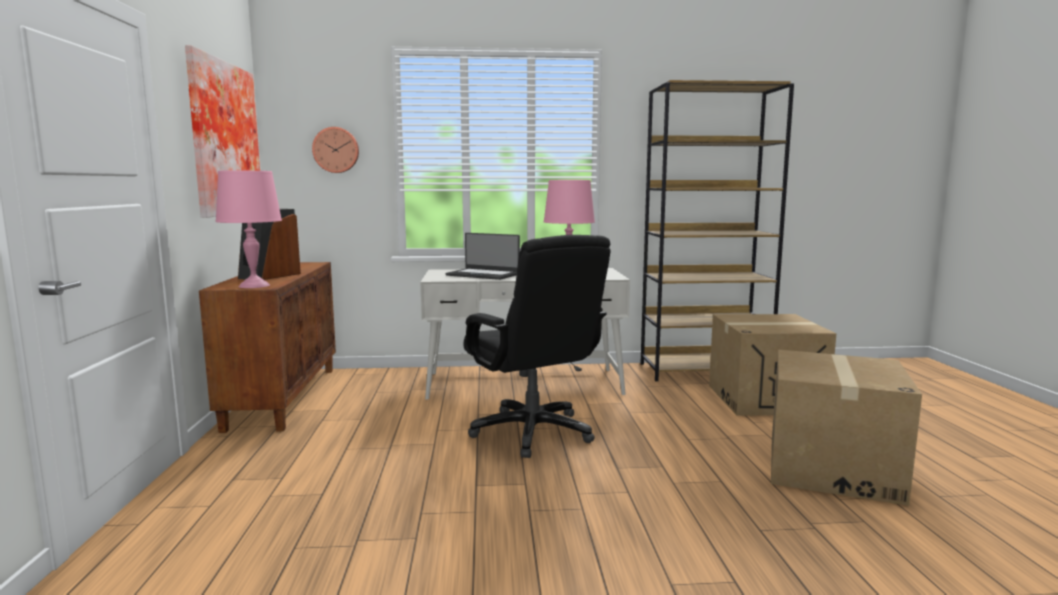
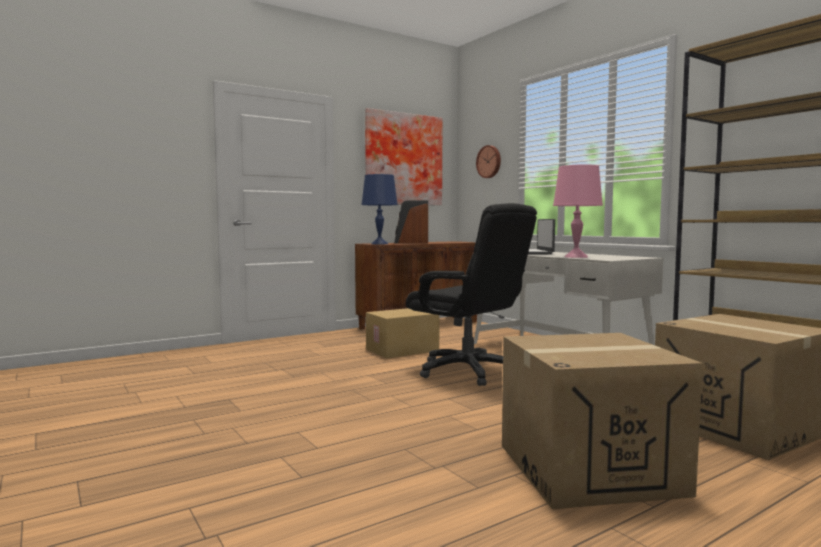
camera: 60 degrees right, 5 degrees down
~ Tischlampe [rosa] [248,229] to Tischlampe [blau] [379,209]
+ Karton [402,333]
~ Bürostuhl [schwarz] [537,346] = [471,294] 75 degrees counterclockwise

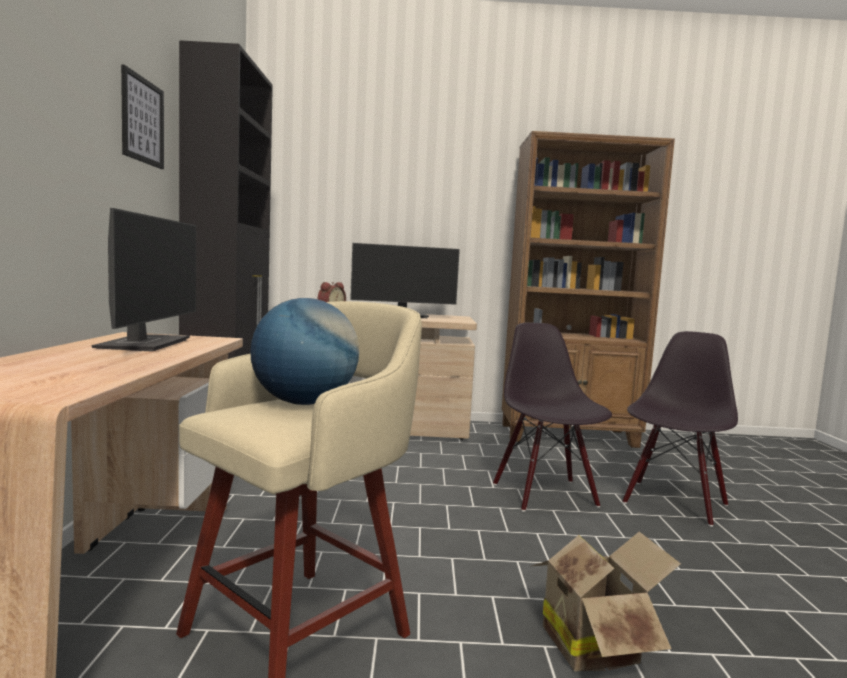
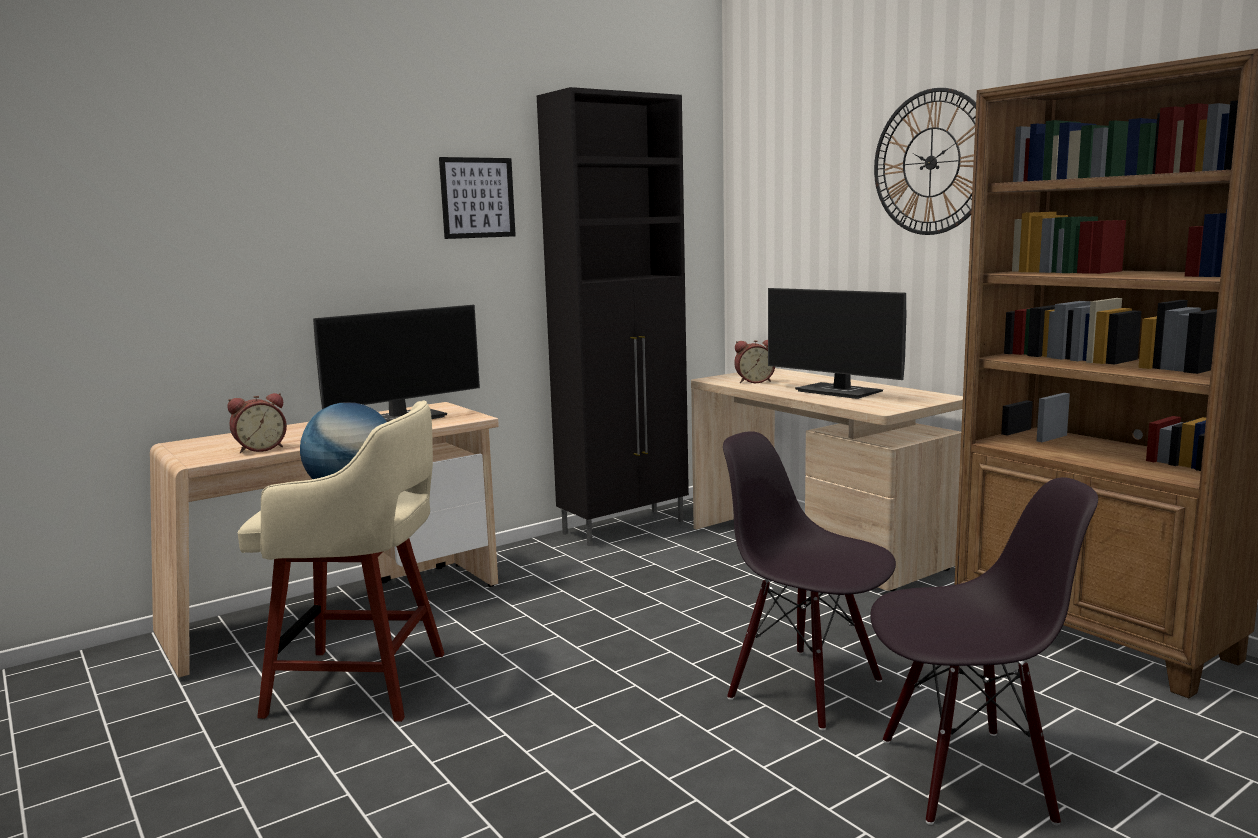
camera: 55 degrees right, 5 degrees up
+ Wecker [257,423]
~ Stuhl [schwarz] [552,417] = [809,580] 90 degrees counterclockwise
+ Wanduhr [925,161]
- Karton [606,602]

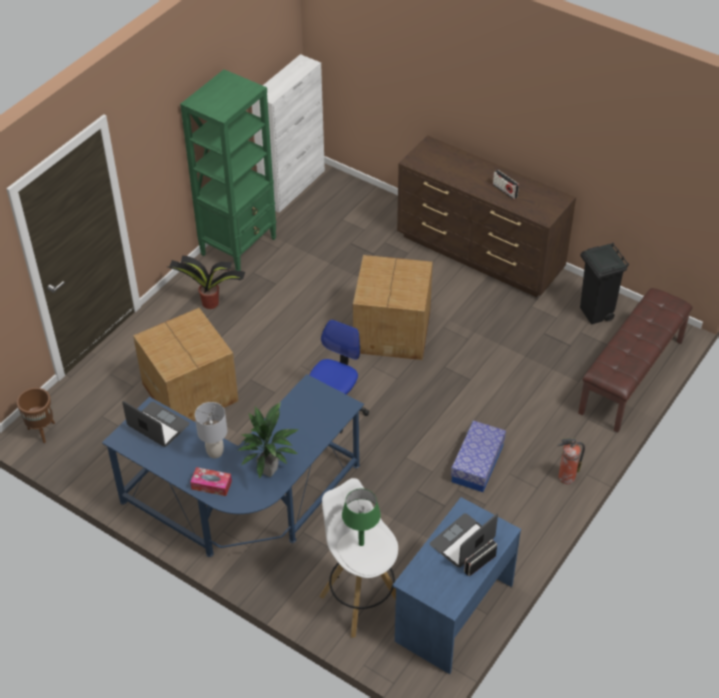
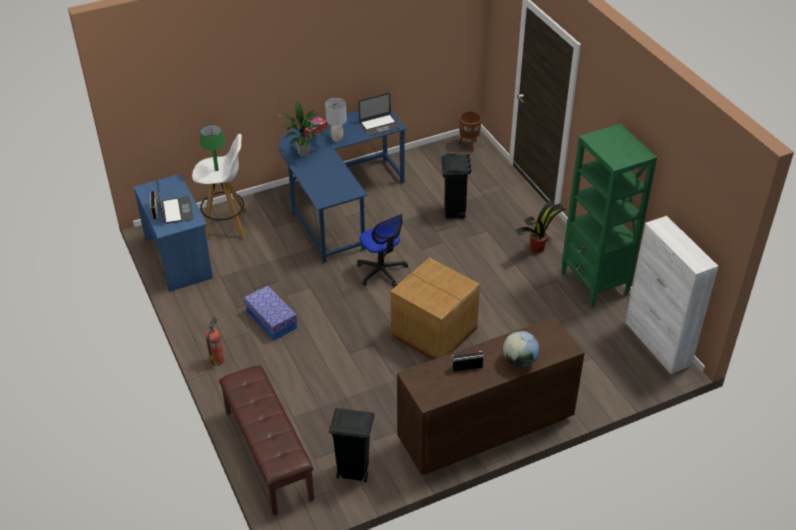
camera: 120 degrees right, 5 degrees down
~ Karton [185,364] to Mülleimer [schwarz] [456,186]
+ Globus [521,349]

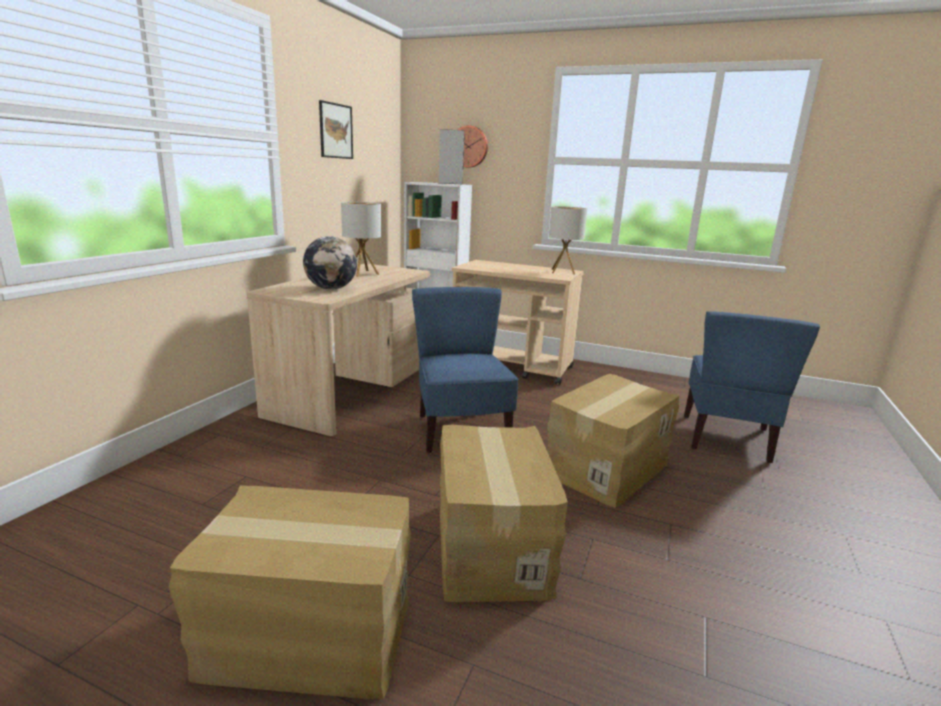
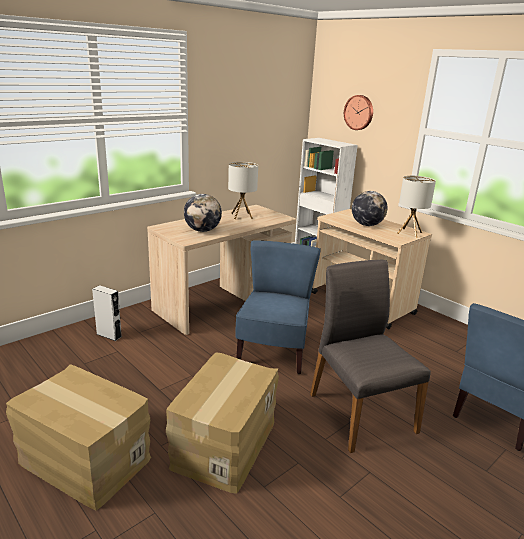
camera: 25 degrees right, 5 degrees up
~ Lautsprecher [grau] [452,156] to [107,313]
~ Karton [613,441] to Stuhl [grau] [370,356]
+ Globus [369,208]
- Bild [336,129]

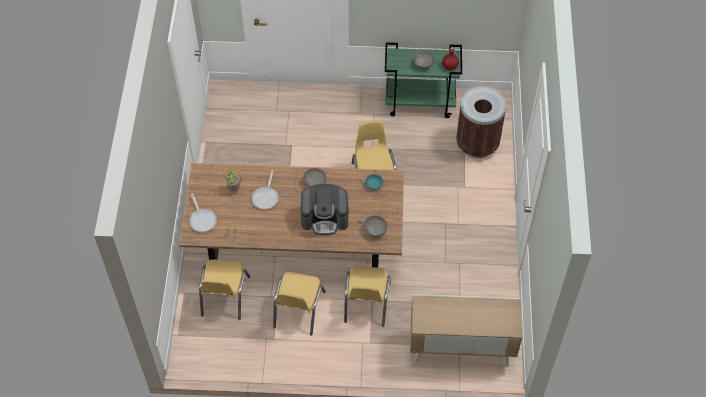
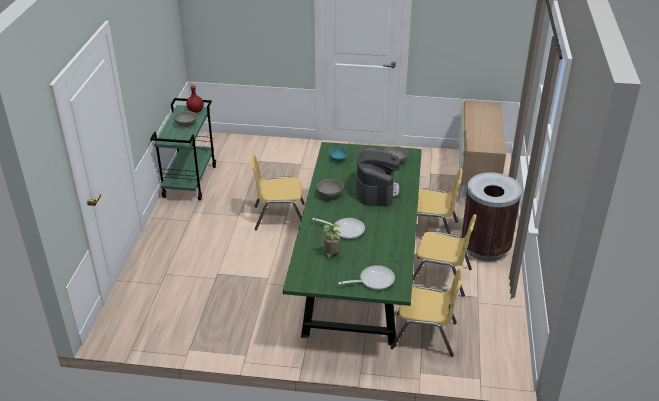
camera: 85 degrees left, 20 degrees down
~ Esstisch [braun] [291,215] to Esstisch [grün] [352,244]
~ Mülleimer [braun] [481,122] to [491,216]

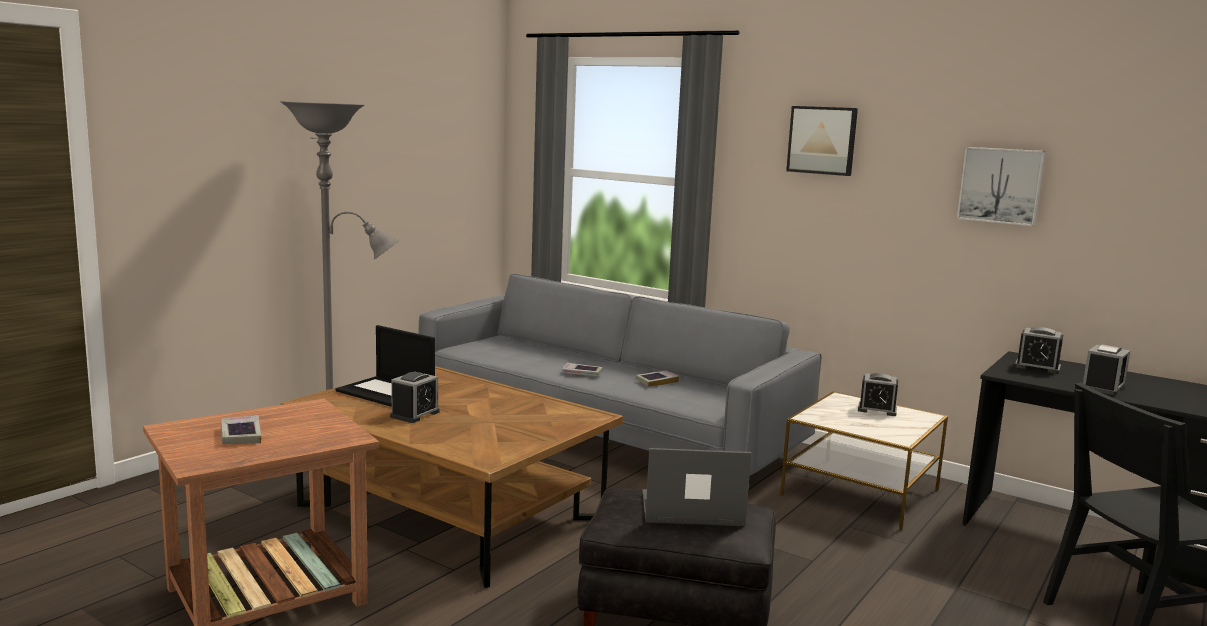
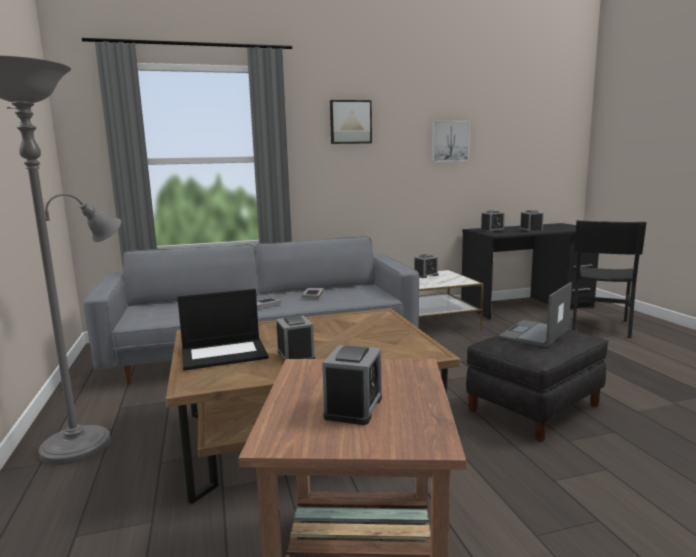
camera: 50 degrees left, 0 degrees up
~ Buch [241,429] to Wecker [352,385]

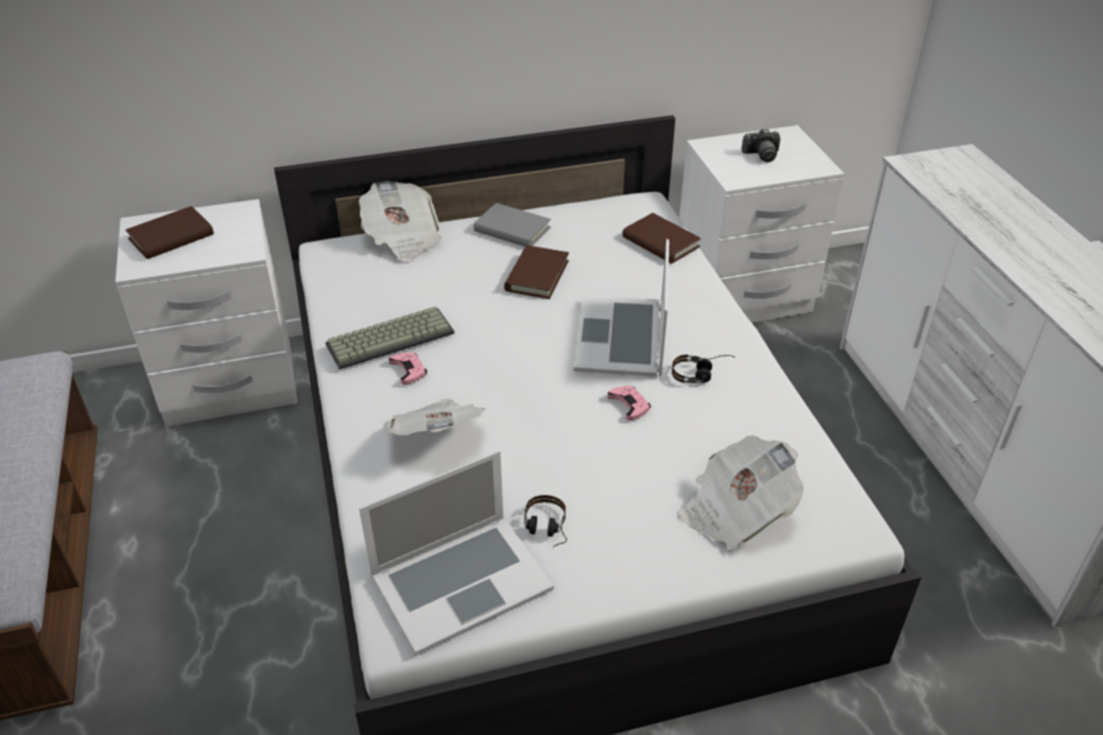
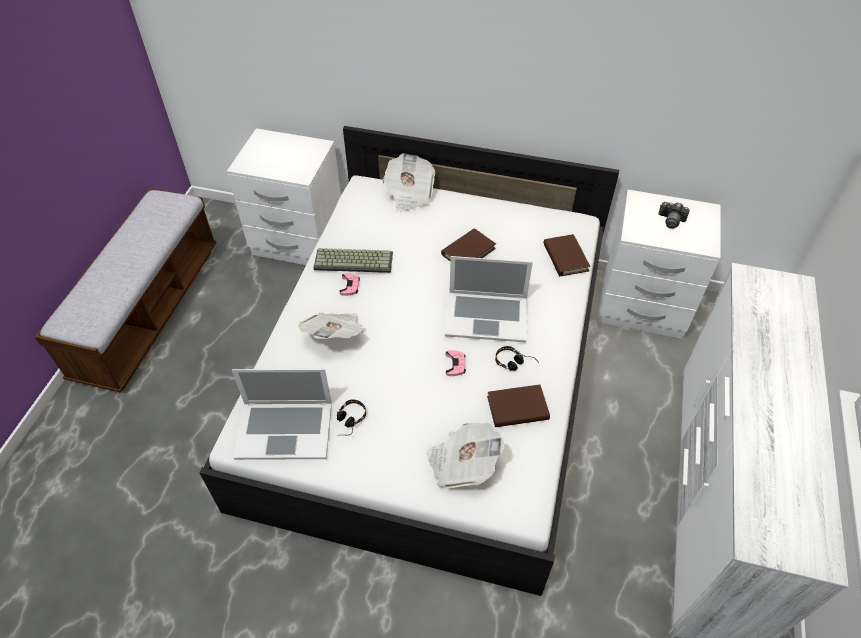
camera: 30 degrees right, 10 degrees up
~ Laptop [621,308] = [489,299] 120 degrees counterclockwise
~ Buch [braun] [170,232] to [518,405]
- Buch [grau] [512,225]

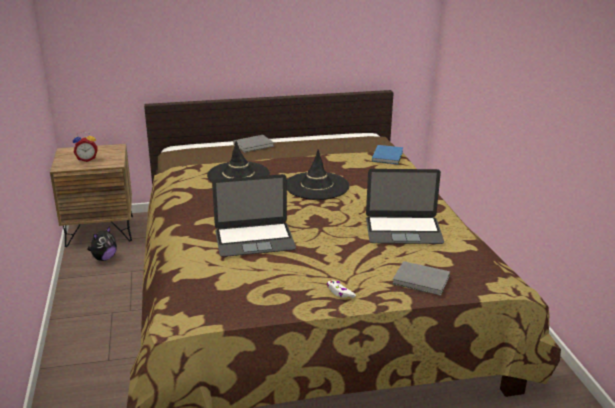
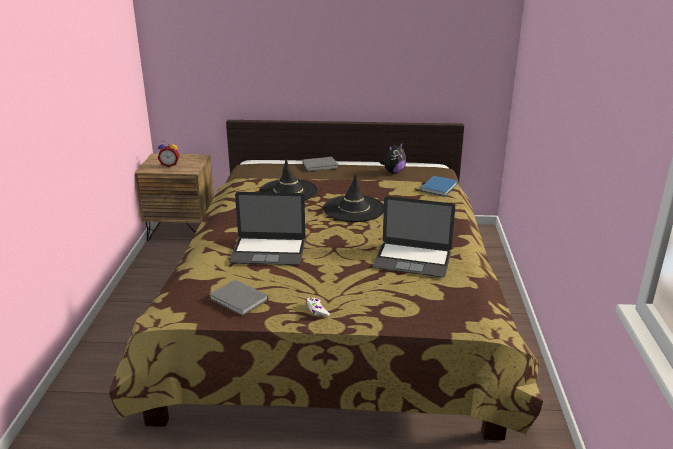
camera: 15 degrees right, 0 degrees up
~ Buch [grau] [421,278] to [238,298]
~ Plüschtier [102,243] to [392,158]

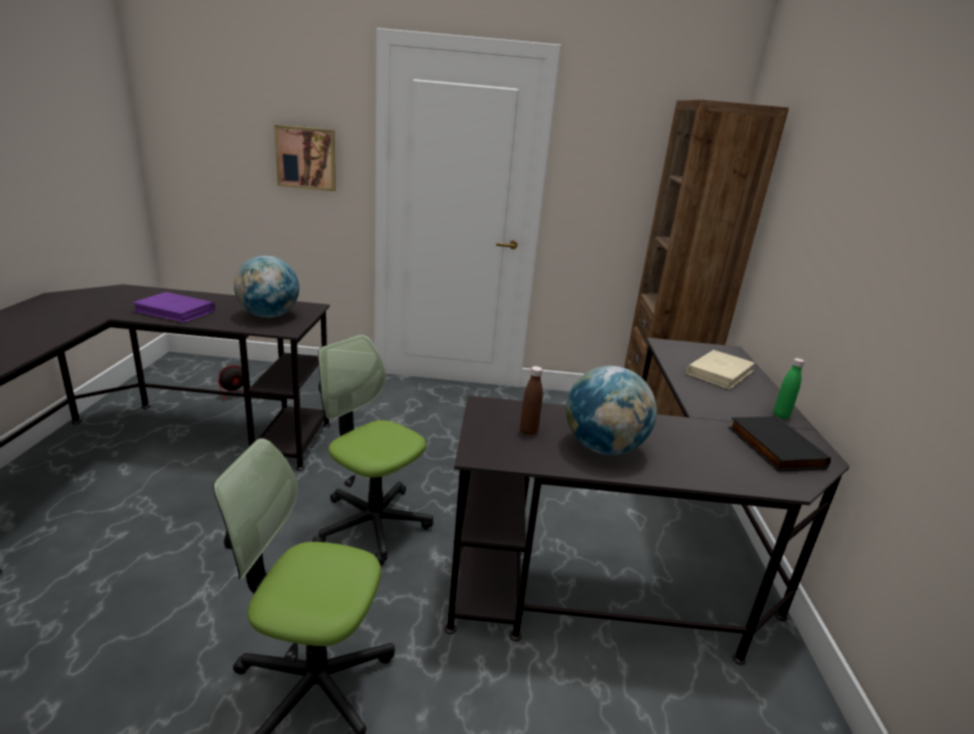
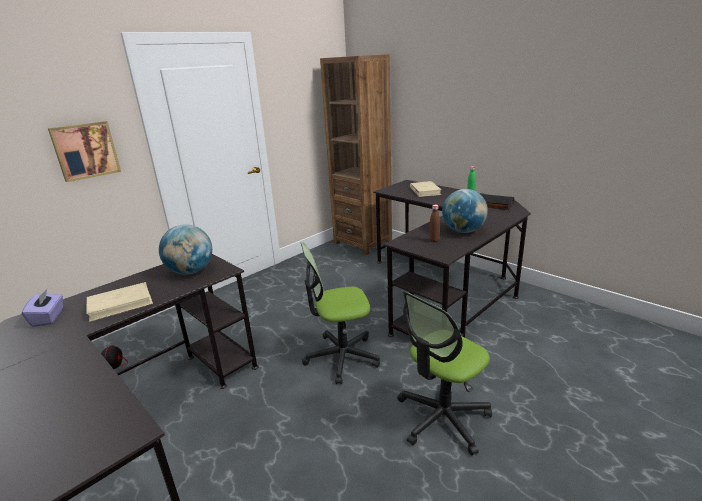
camera: 45 degrees left, 0 degrees up
+ Taschentuchbox [lila] [42,308]
~ Buch [lila] [173,307] to Buch [beige] [119,302]

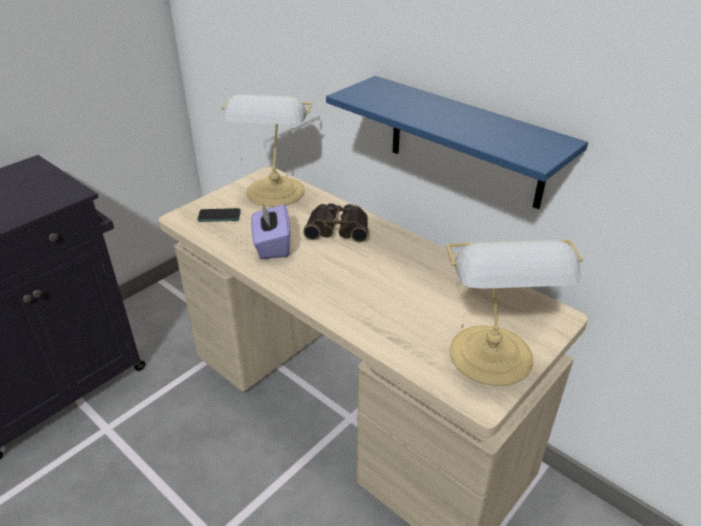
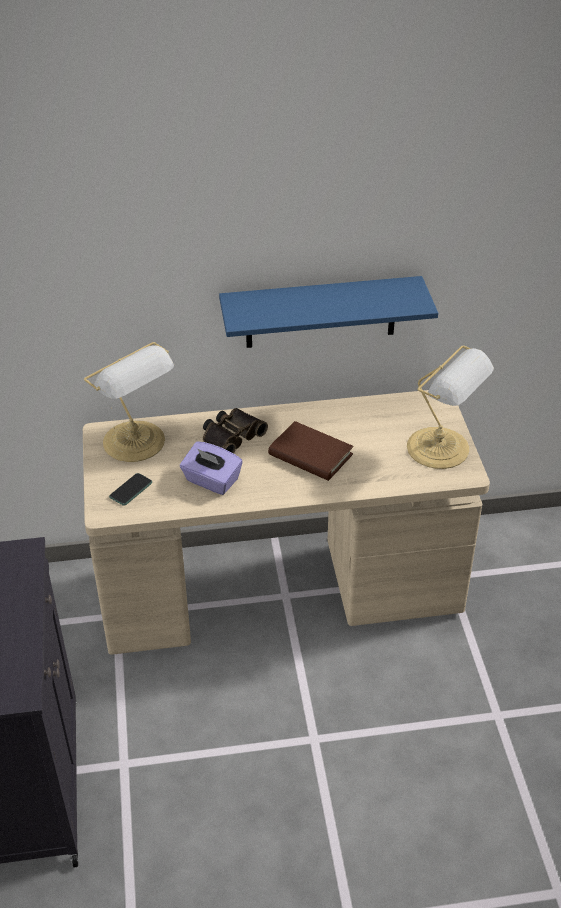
camera: 50 degrees left, 5 degrees up
+ Buch [braun] [311,451]

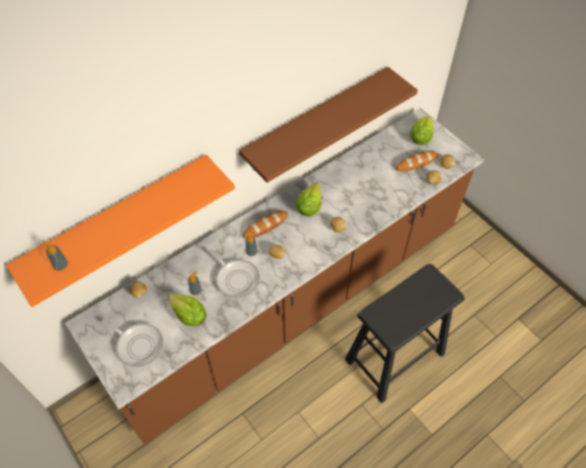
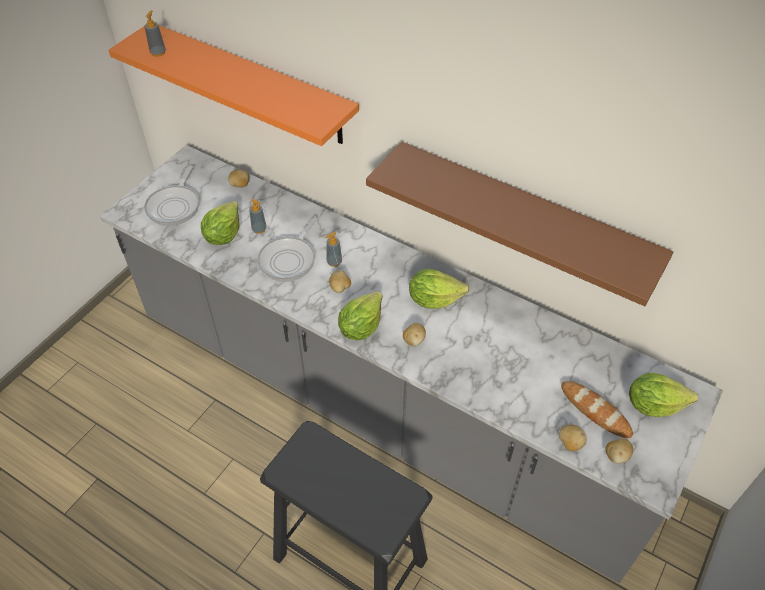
camera: 70 degrees right, 5 degrees down
~ Küchenzeile [braun] [274,276] to Küchenzeile [grau] [411,364]
+ Salatkopf [360,315]
- Brot [265,224]

